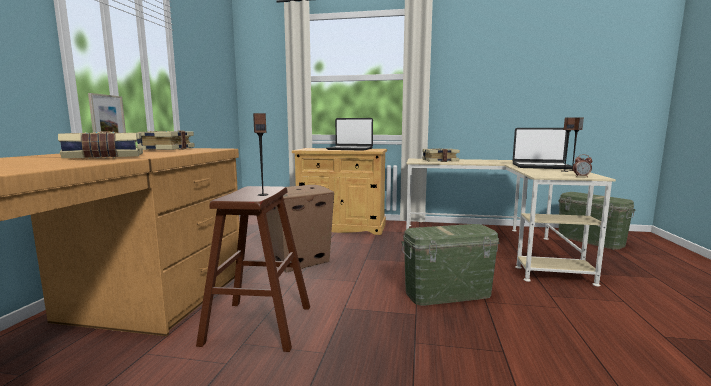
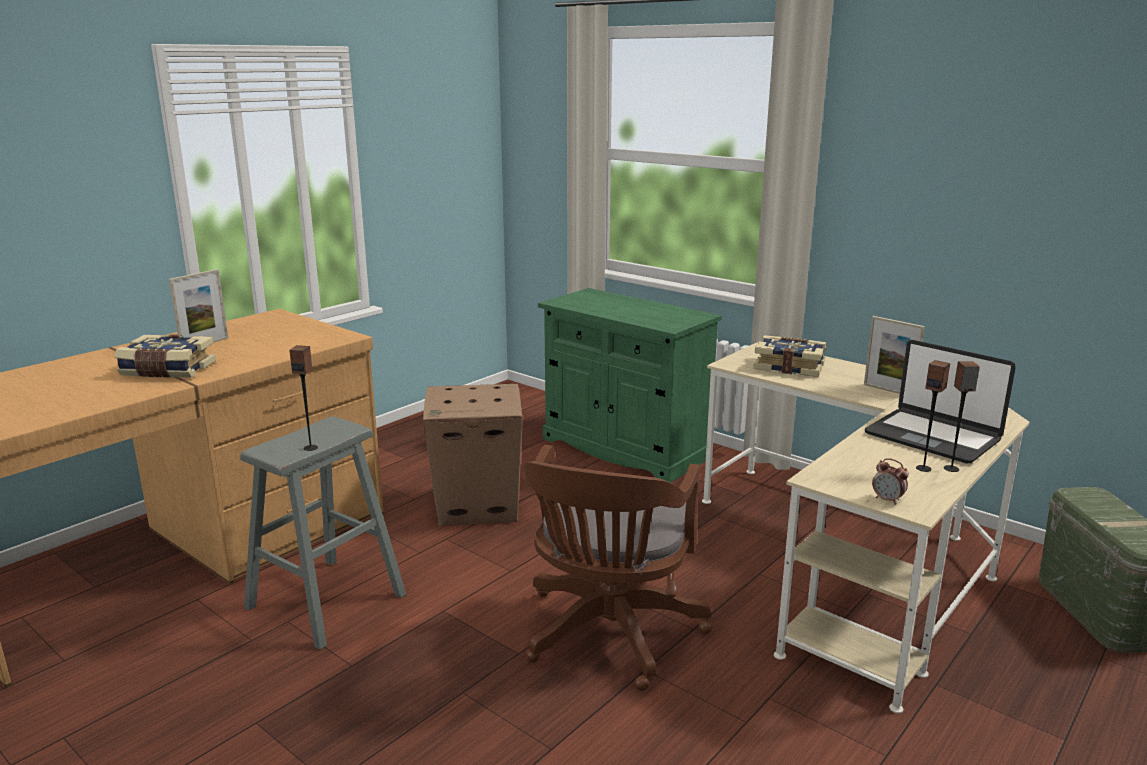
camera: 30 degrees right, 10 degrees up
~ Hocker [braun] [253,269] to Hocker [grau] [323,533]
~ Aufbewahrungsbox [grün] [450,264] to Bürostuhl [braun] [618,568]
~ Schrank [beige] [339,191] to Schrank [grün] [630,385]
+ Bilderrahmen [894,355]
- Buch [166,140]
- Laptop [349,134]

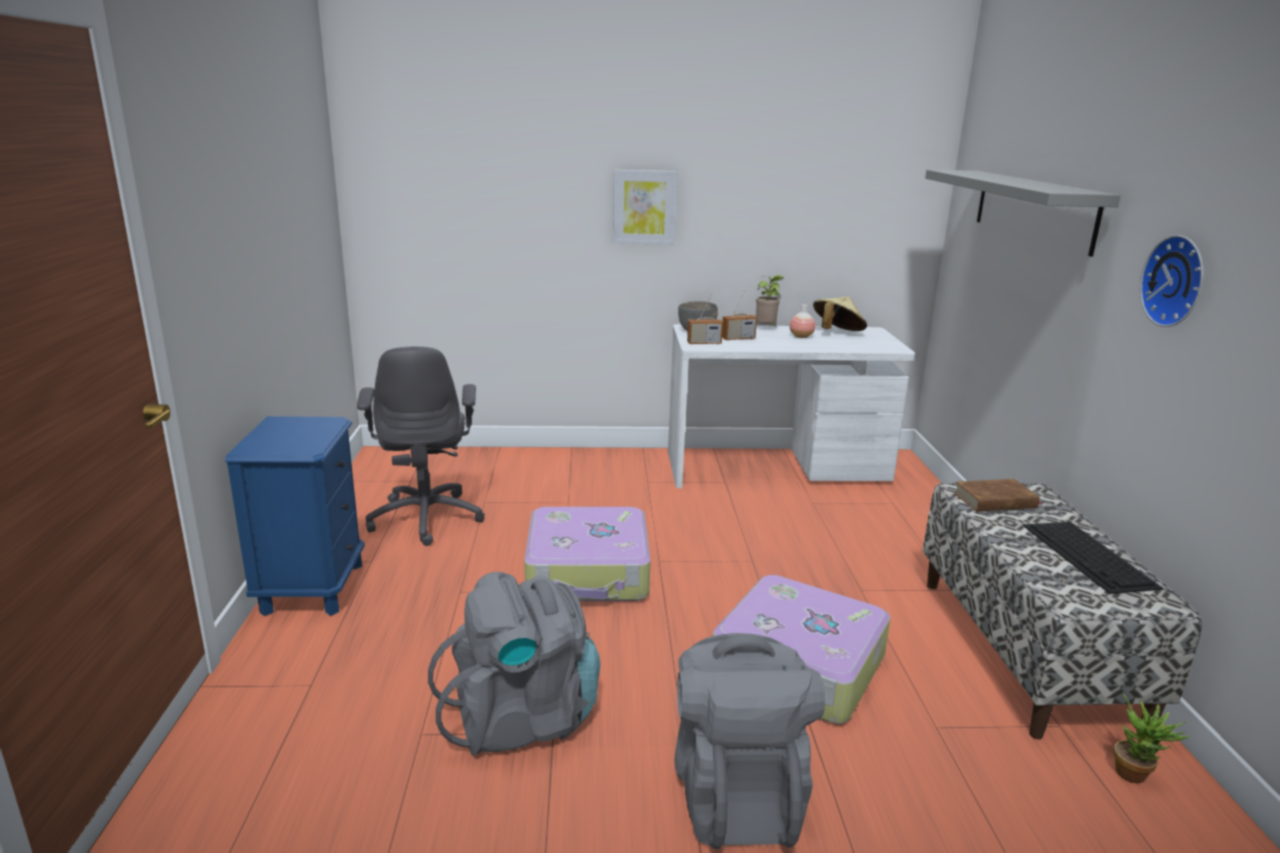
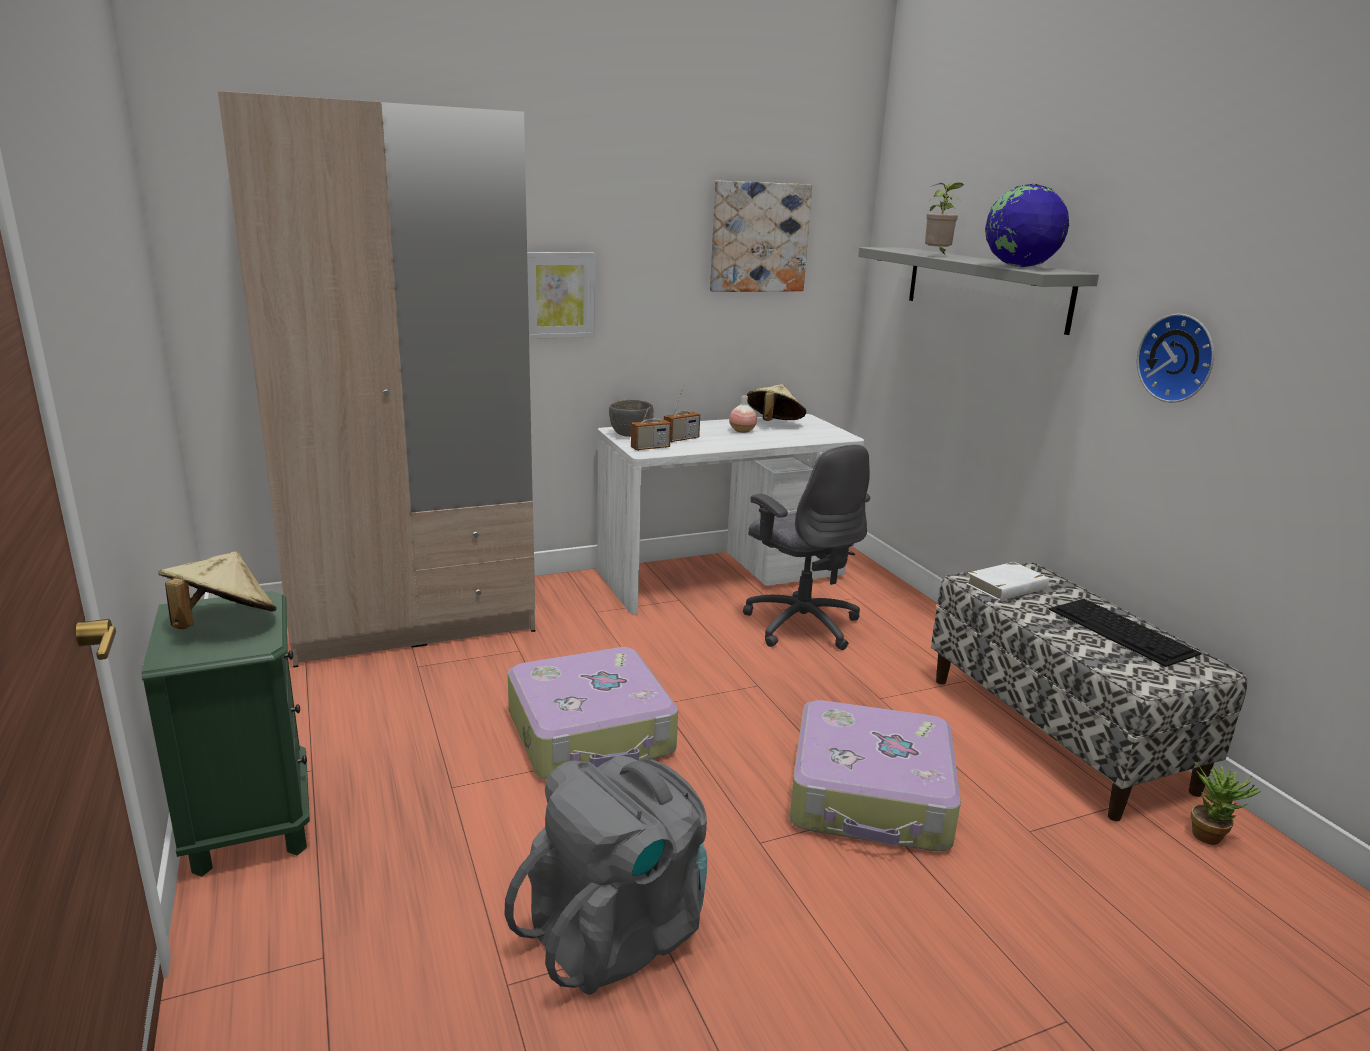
camera: 20 degrees left, 0 degrees up
~ Nachttisch [blau] [295,516] to Nachttisch [grün] [225,734]
+ Hut [beige] [217,590]
+ Kleiderschrank [beige] [377,379]
+ Bild [761,236]
~ Bürostuhl [grau] [421,446] to [806,547]
~ Topfpflanze [769,300] to [944,219]
~ Buch [braun] [997,495] to Buch [weiß] [1007,581]
+ Globus [1027,225]
- Rucksack [grau] [749,741]

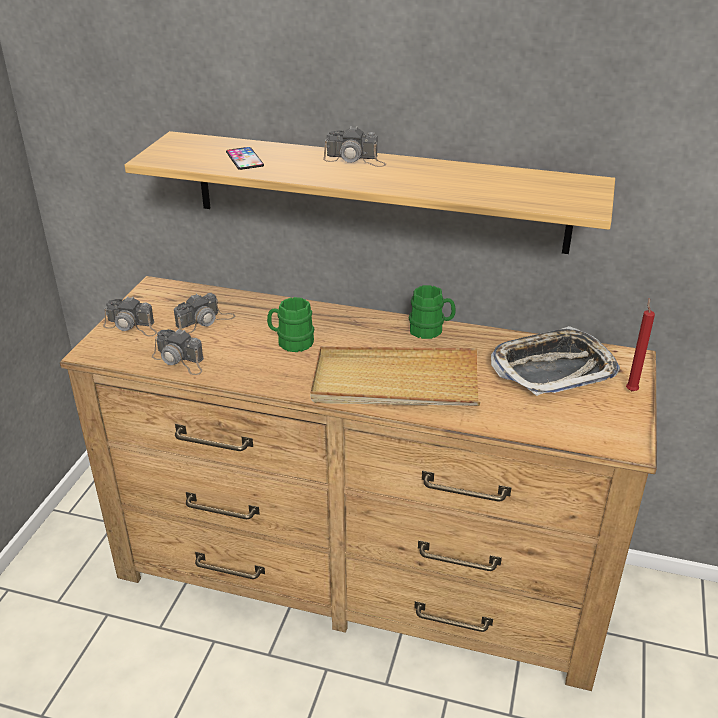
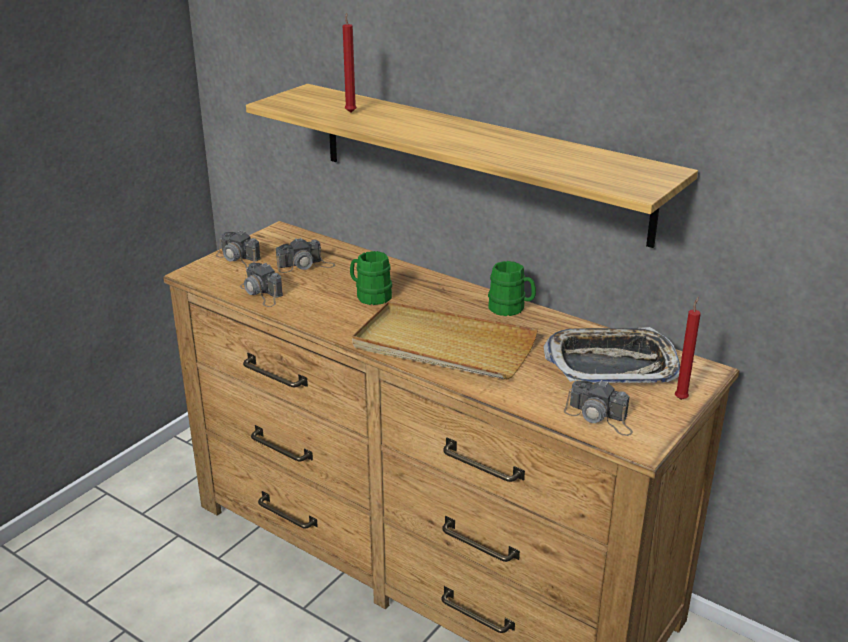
camera: 20 degrees right, 5 degrees down
~ Handy [245,158] to Kerze [rot] [350,63]
~ Kamera [354,146] to [598,408]

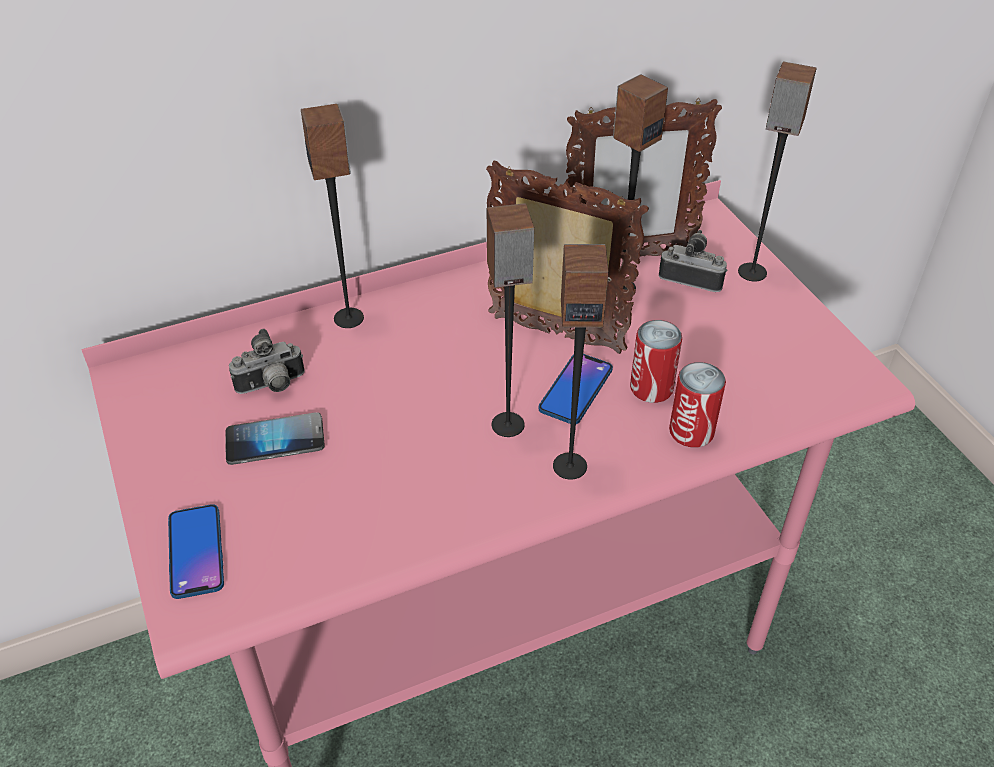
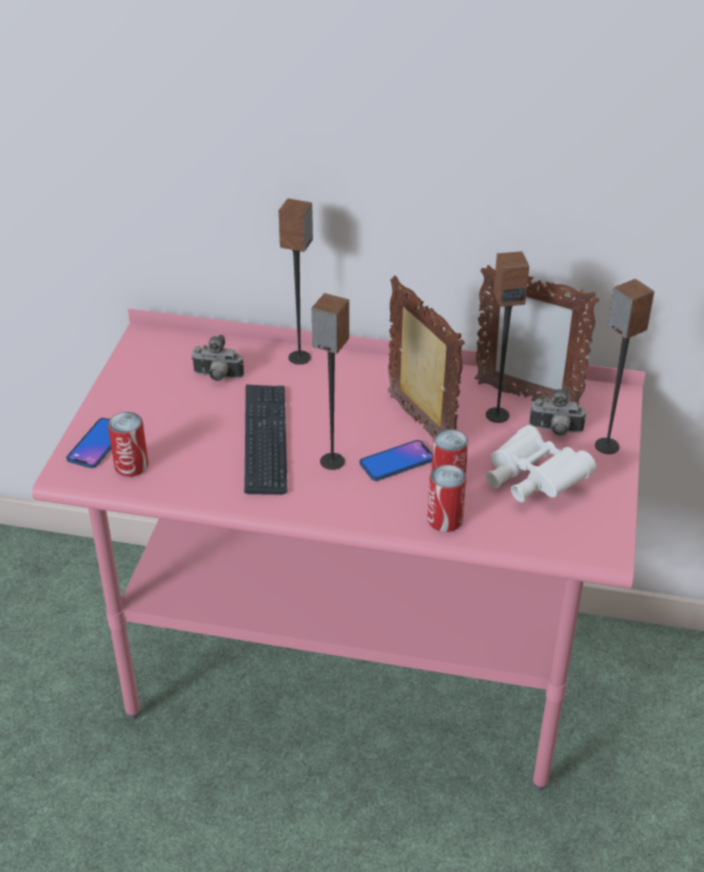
camera: 35 degrees right, 5 degrees down
+ Dose [128,444]
+ Tastatur [265,440]
+ Fernglas [weiß] [541,463]
~ Kamera [693,261] = [557,411] 135 degrees clockwise
- Handy [275,438]
- Lautsprecher [581,362]

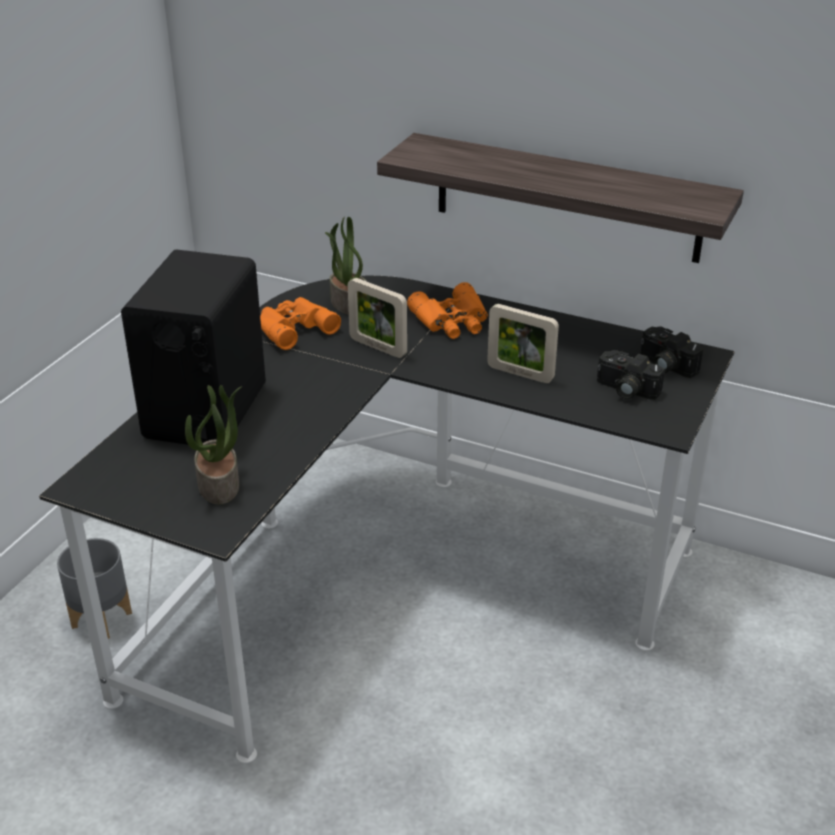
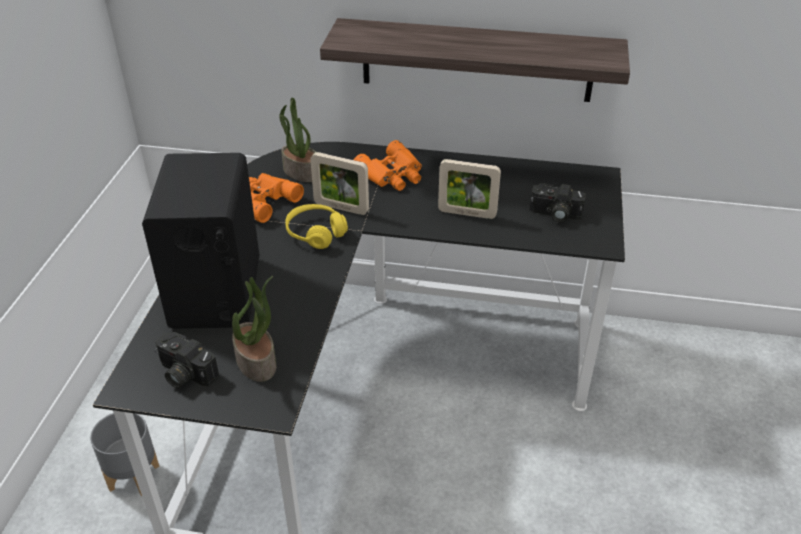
camera: 15 degrees left, 5 degrees up
~ Kamera [672,352] to [187,360]
+ Kopfhörer [gelb] [316,226]

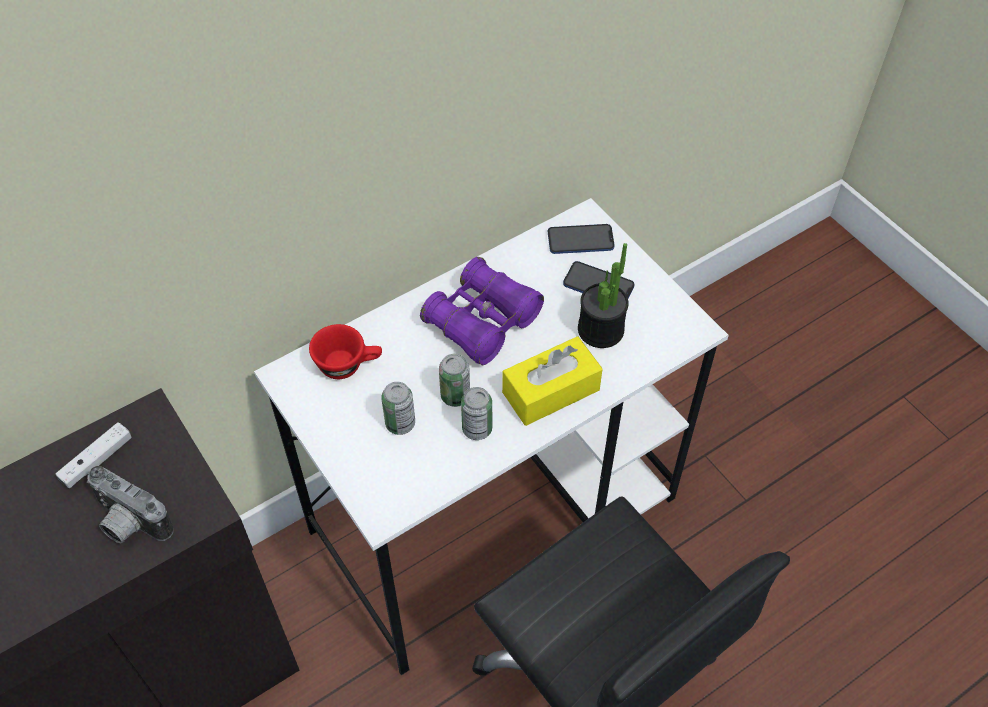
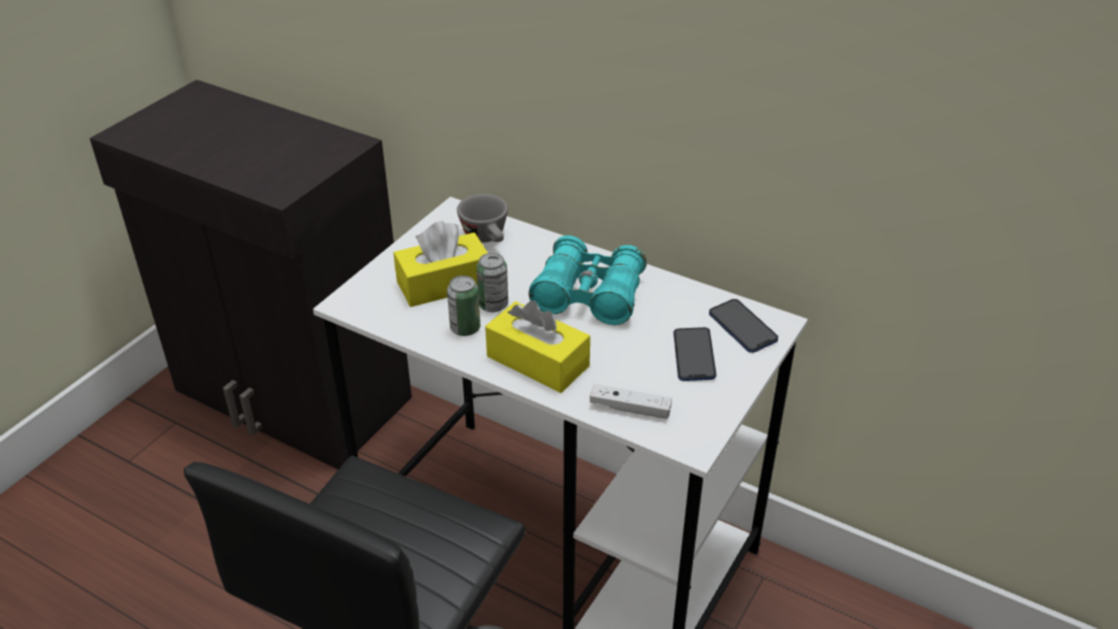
camera: 65 degrees right, 15 degrees down
~ Dose [398,408] to Taschentuchbox [gelb] [441,264]
~ Tasse [rot] [345,351] to Tasse [grau] [482,218]
~ Fernglas [lila] [482,311] to Fernglas [türkis] [588,280]
~ Gamepad [weiß] [93,455] to [631,401]
- Kamera [130,504]
- Topfpflanze [603,295]

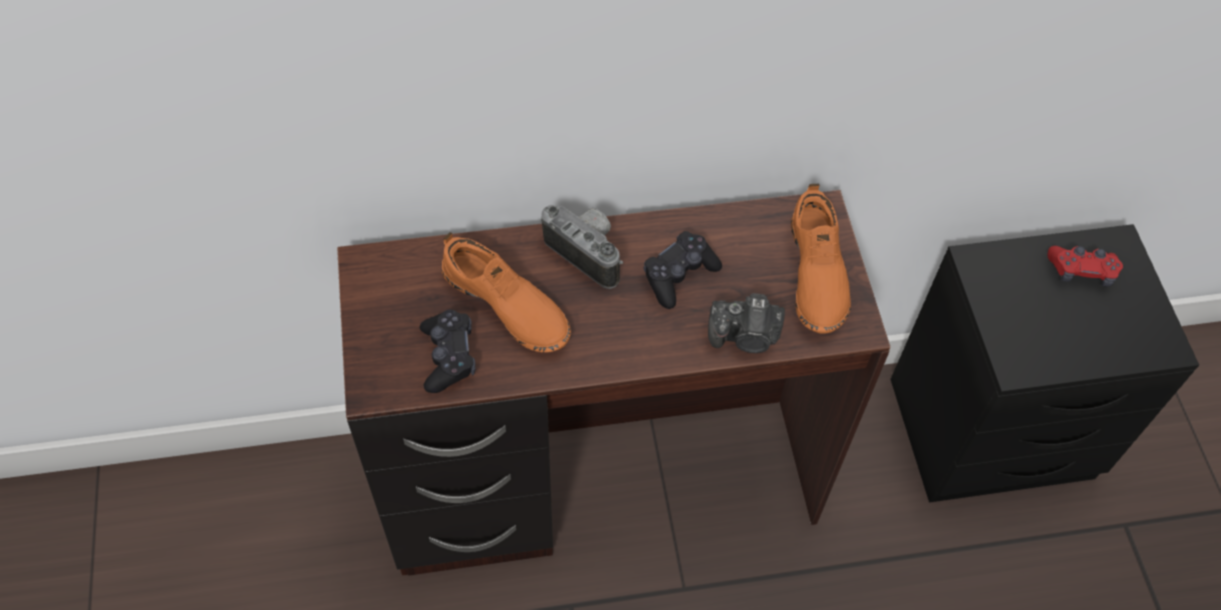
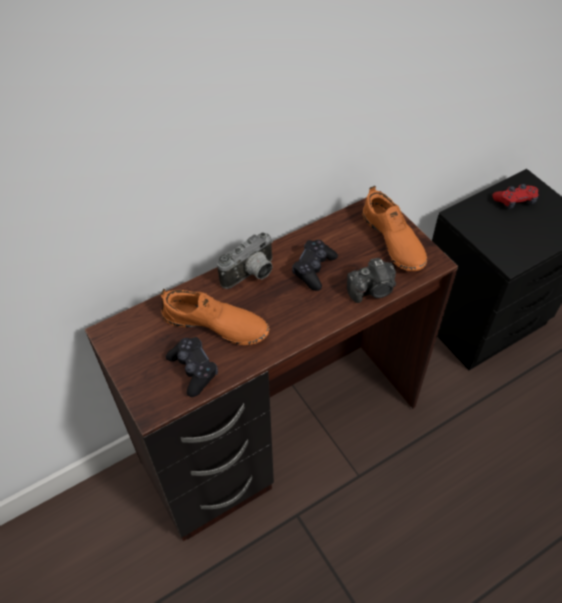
camera: 20 degrees left, 5 degrees down
~ Kamera [582,247] = [245,260] 120 degrees clockwise

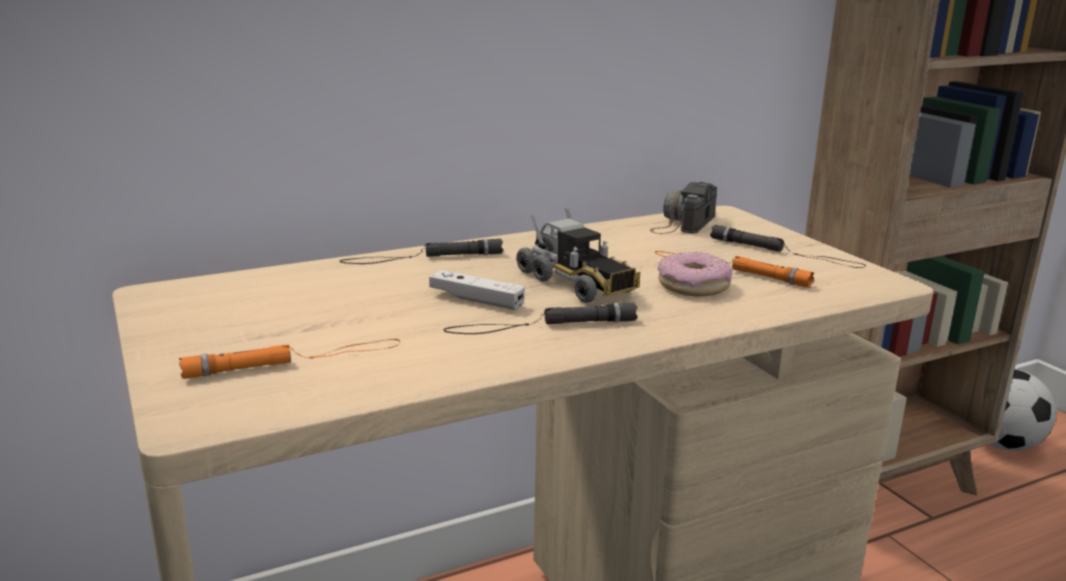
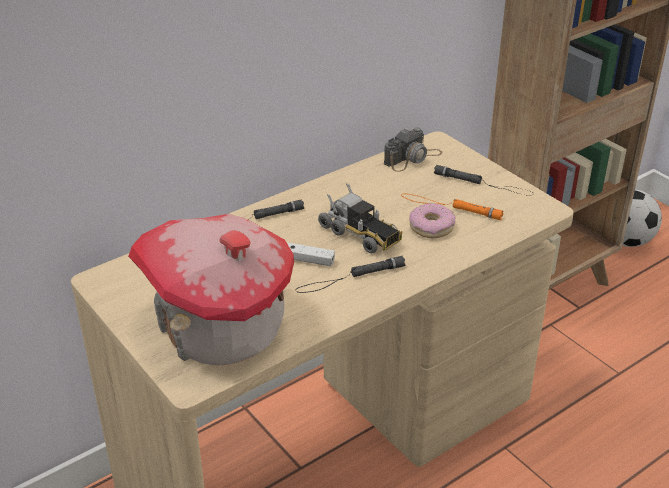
camera: 10 degrees left, 15 degrees up
~ Taschenlampe [orange] [289,359] to Spielzeughaus [211,289]
~ Kamera [683,207] = [413,149] 150 degrees counterclockwise

